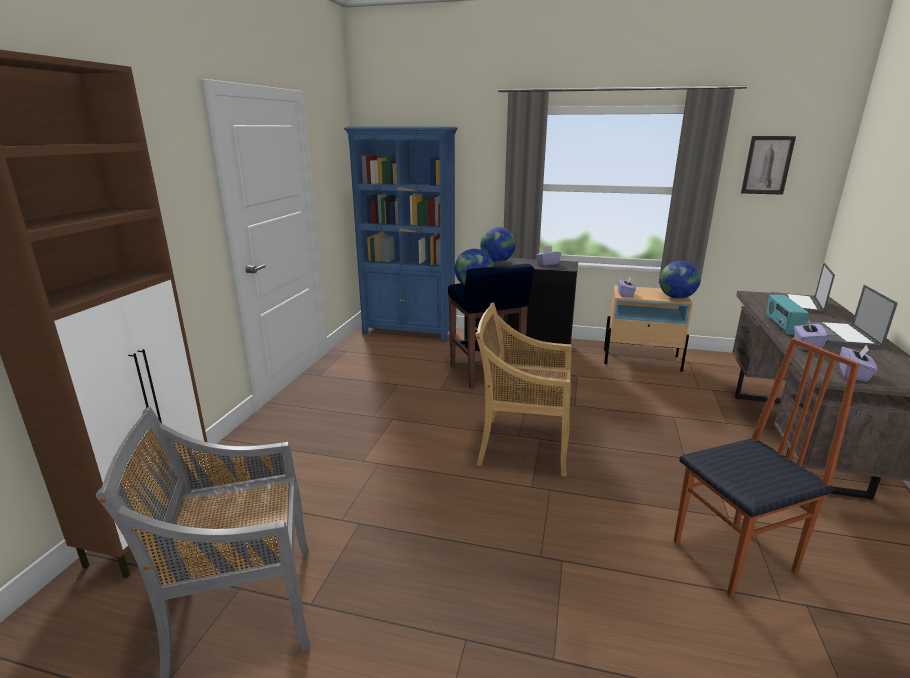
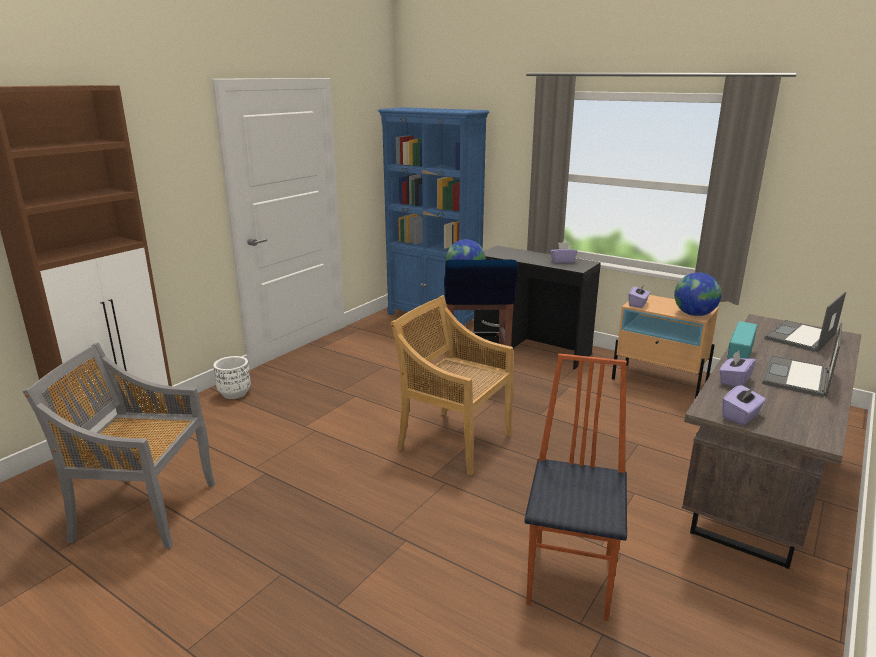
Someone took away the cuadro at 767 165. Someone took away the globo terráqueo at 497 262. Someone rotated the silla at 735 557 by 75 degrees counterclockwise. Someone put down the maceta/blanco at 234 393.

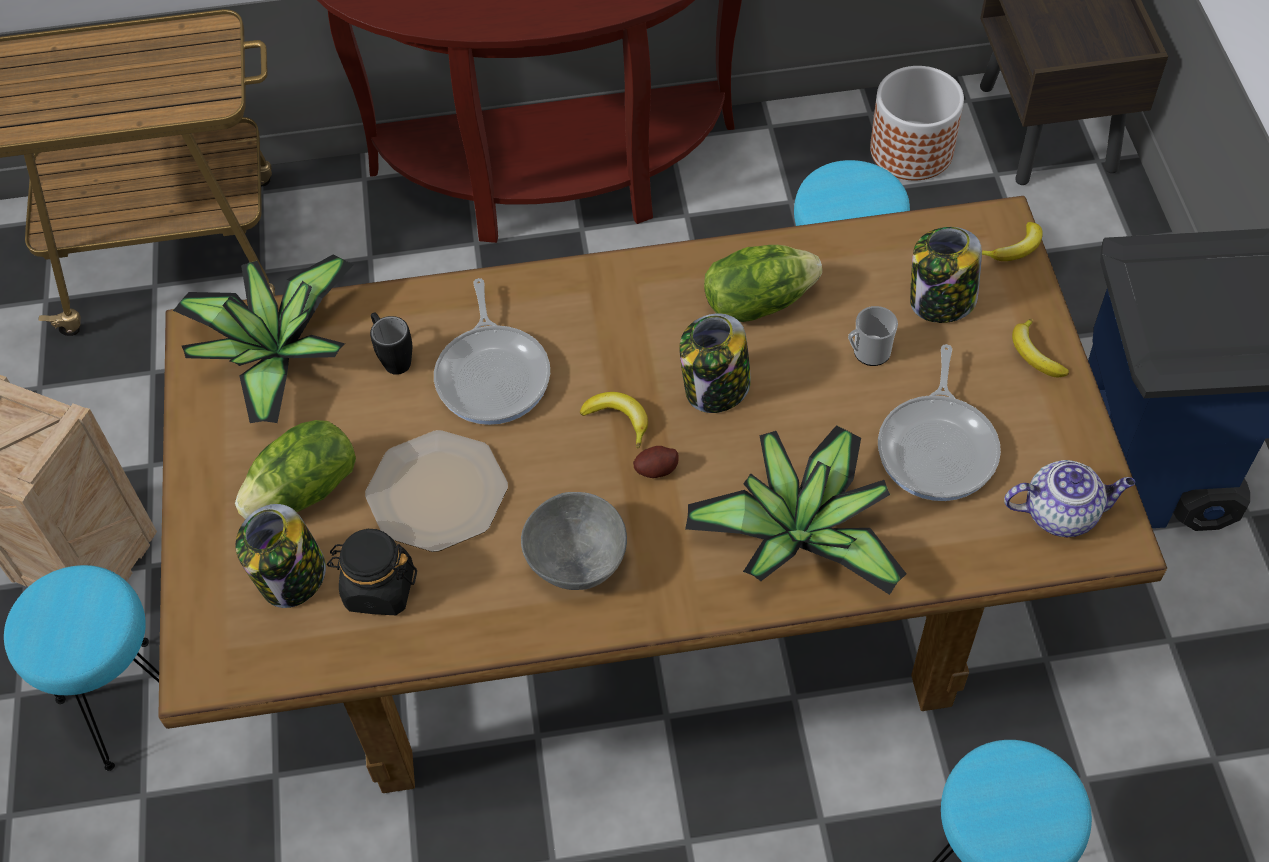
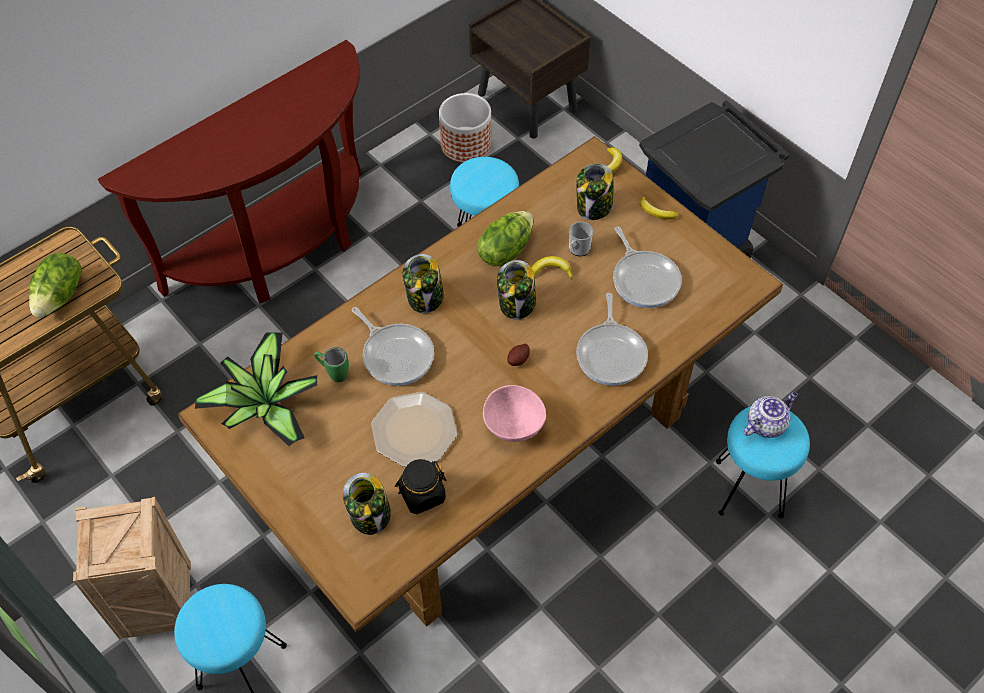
Someone repainted the taza grande/negro at 393 357, which became the taza grande/verde at 333 373. Someone carried the plátano from 618 420 to 551 271. Someone carried the lechuga from 305 491 to 61 296. Someone swapped the planta en maceta at 801 533 for the sartén at 611 354. Someone carried the tetera from 1062 513 to 766 424. Someone repainted the cuenco/gris at 576 563, which became the cuenco/rosa at 514 427. Someone put down the tarro at 425 298.

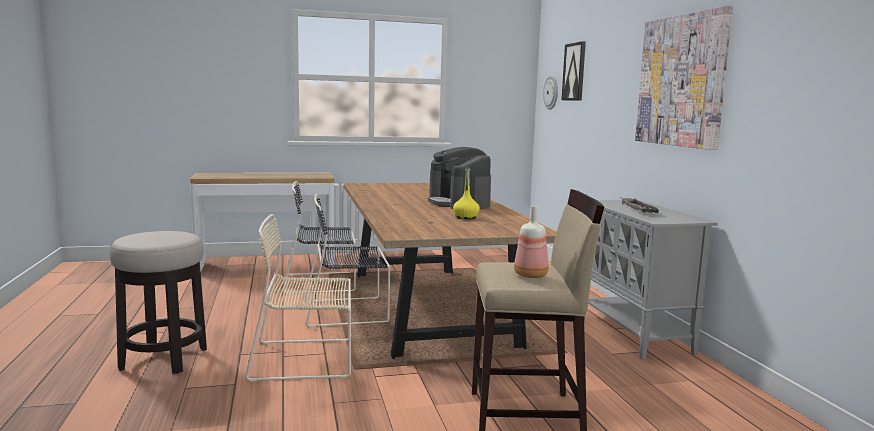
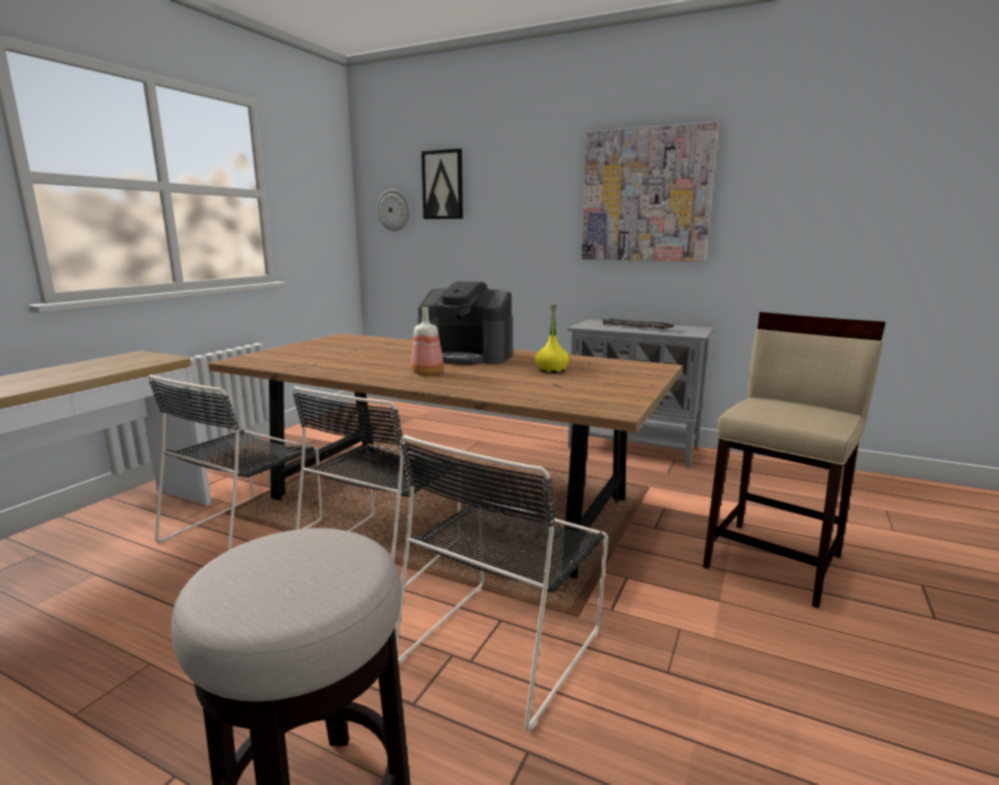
Someone carried the botella from 531 275 to 427 373. Someone repainted the silla/beis at 307 359, which became the silla/negro at 504 642.

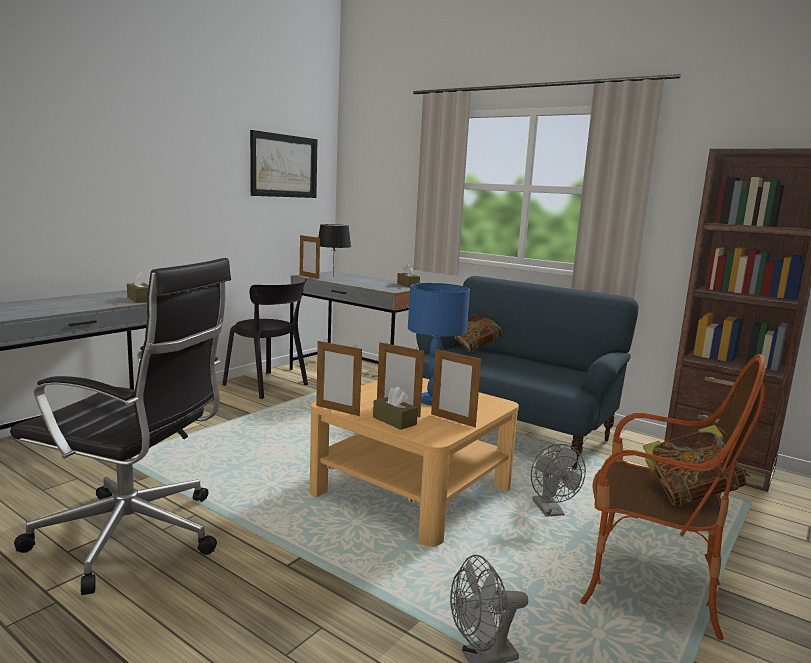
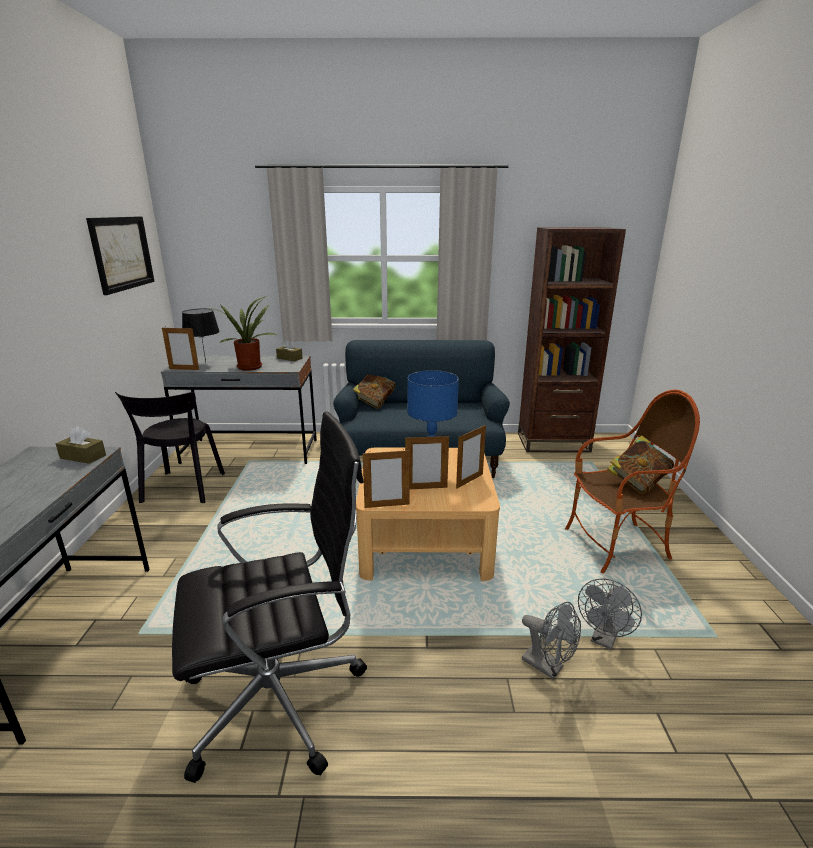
Someone rotated the silla/negro at 268 386 by 90 degrees clockwise. Someone rotated the portarretratos at 452 420 by 45 degrees counterclockwise. Someone took away the caja de pañuelos/marrón at 394 421. Someone carried the ventilador/gris from 551 512 to 548 667. Someone put down the planta en maceta at 250 366.

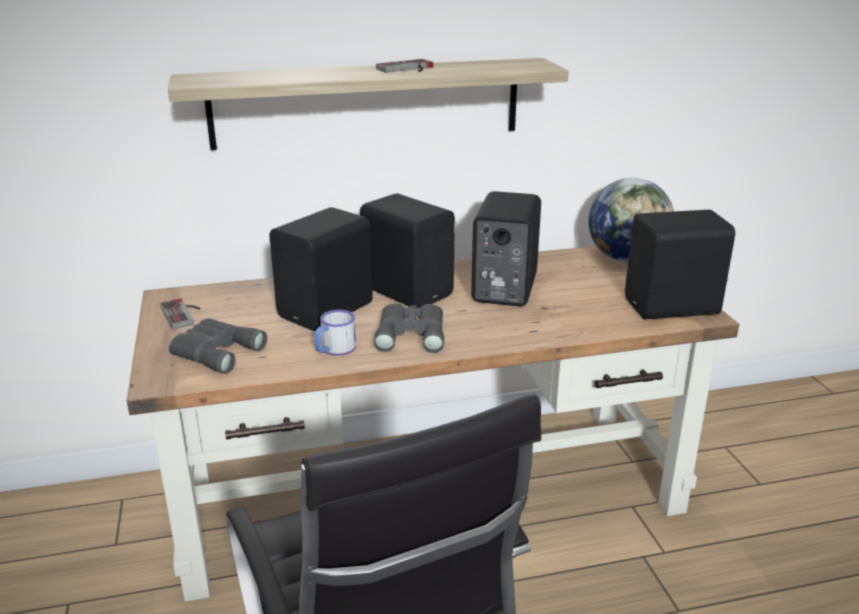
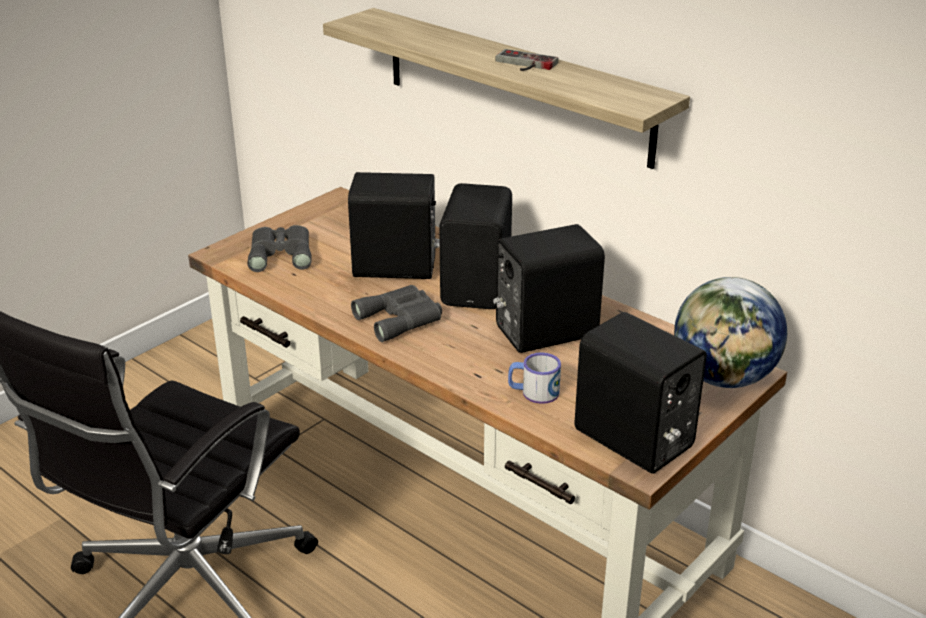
Someone took away the mando de consola at 183 314. Someone carried the taza grande from 334 349 to 533 392.

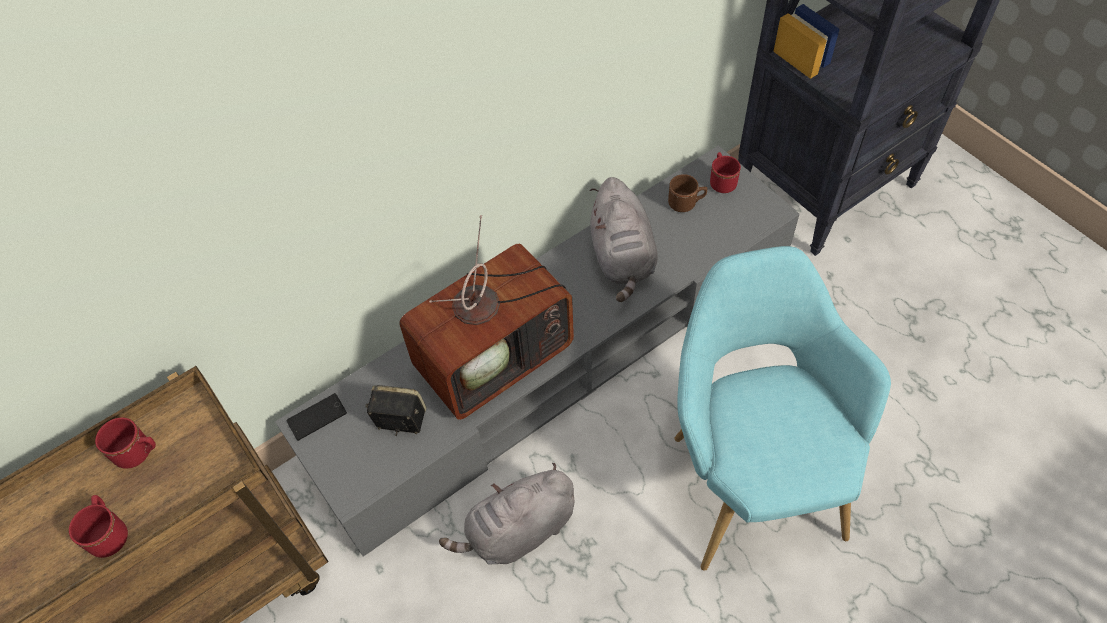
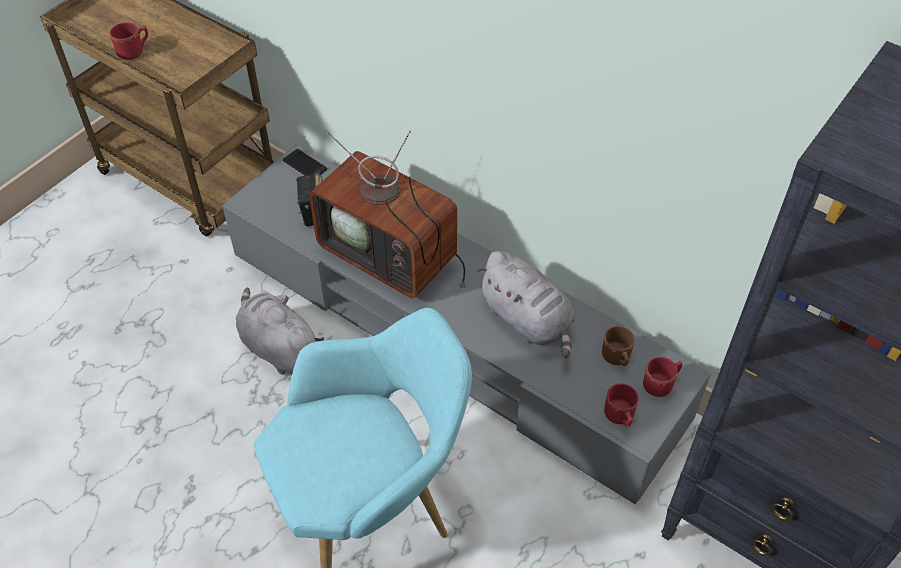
Someone rotated the peluche/gris at 622 257 by 105 degrees counterclockwise. Someone carried the taza grande/rojo from 139 453 to 620 417.

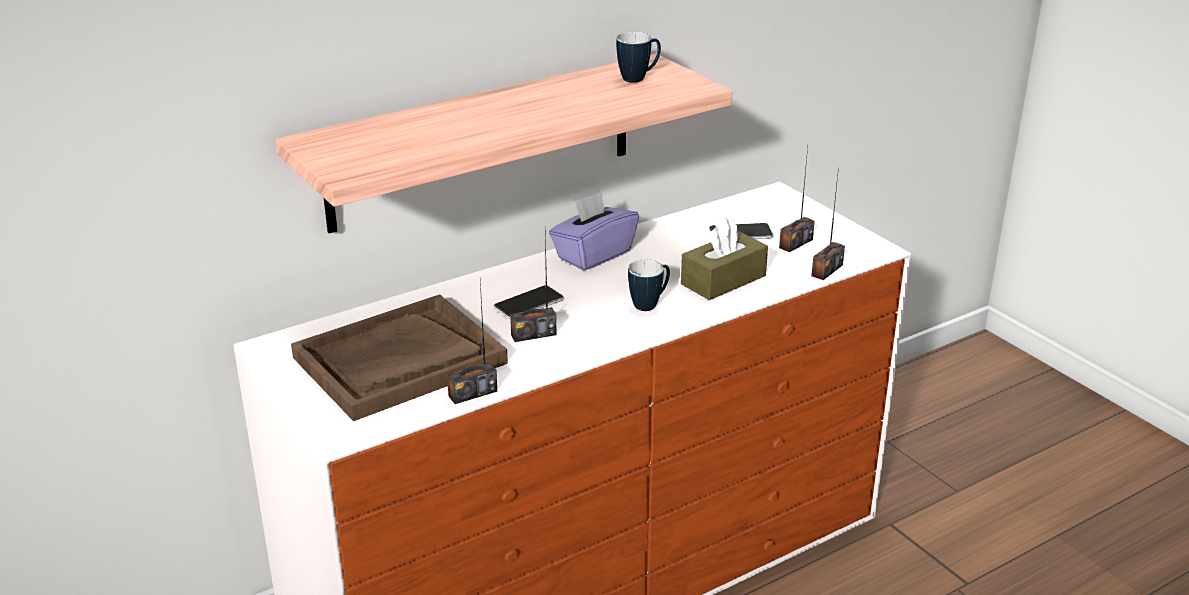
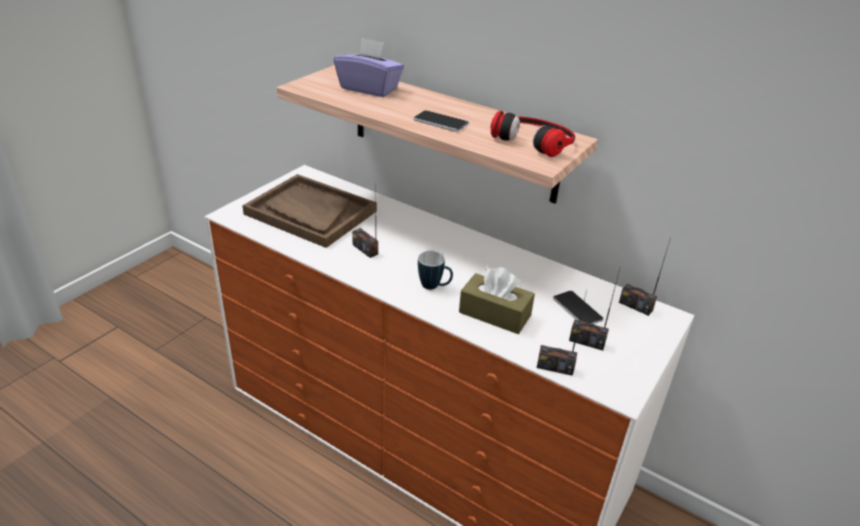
Someone swapped the taza grande at 639 78 for the auriculares at 535 139. Someone carried the caja de pañuelos/morado from 593 255 to 369 88. Someone carried the radio from 472 393 to 635 306. Someone carried the móvil from 529 304 to 440 122.

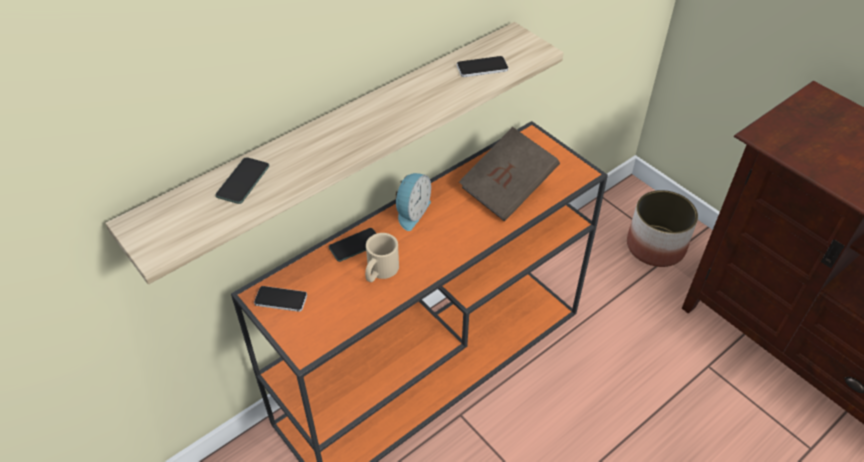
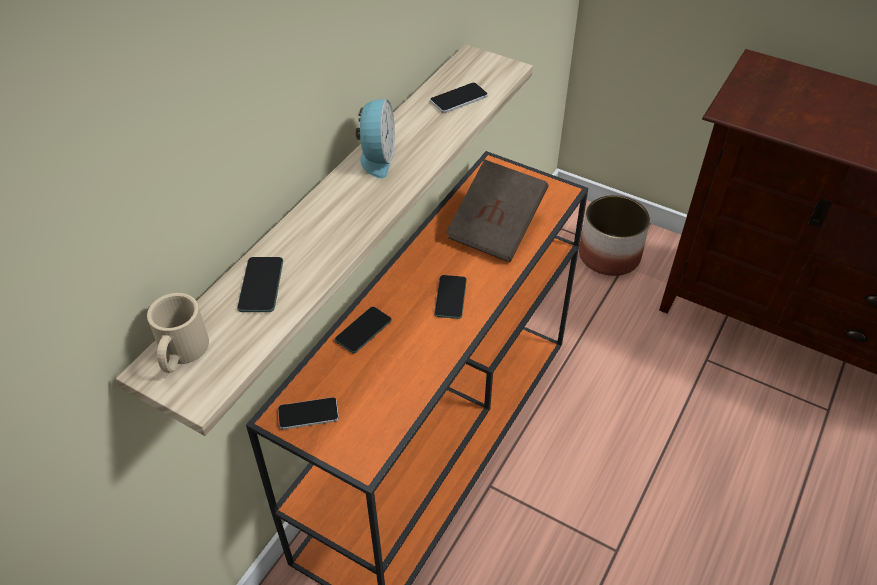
Someone carried the despertador from 411 212 to 376 157. Someone carried the taza grande/beis from 379 272 to 181 354. Someone put down the móvil at 450 297.

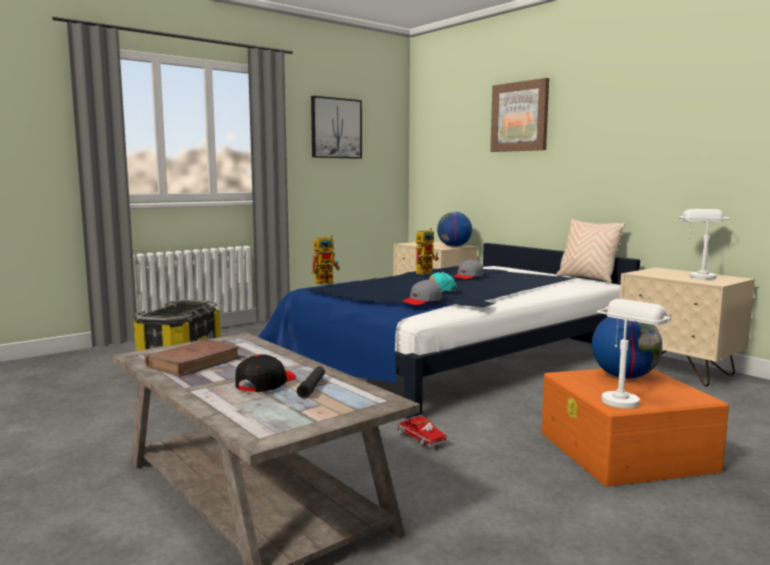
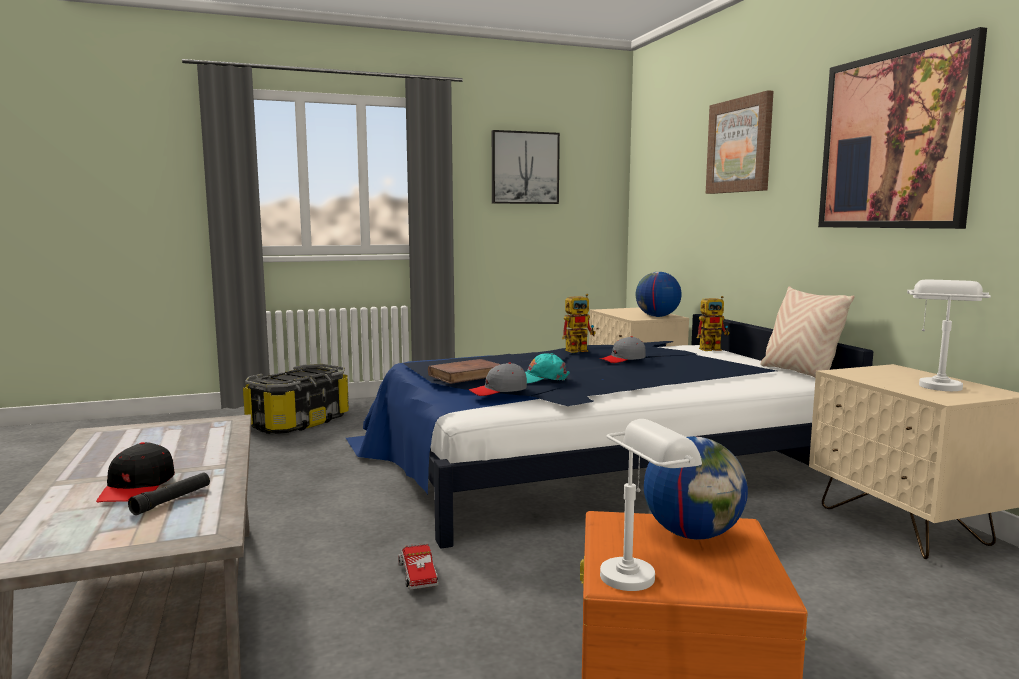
Someone carried the robot de juguete from 327 282 to 713 349. Someone carried the libro/marrón from 194 362 to 466 375. Someone rotated the gorra/negro at 265 384 by 135 degrees clockwise. Someone put up the cuadro at 894 140.

